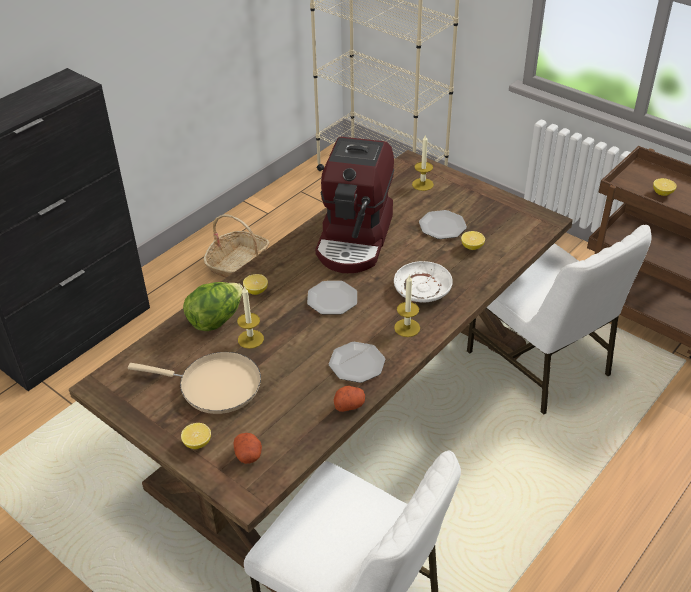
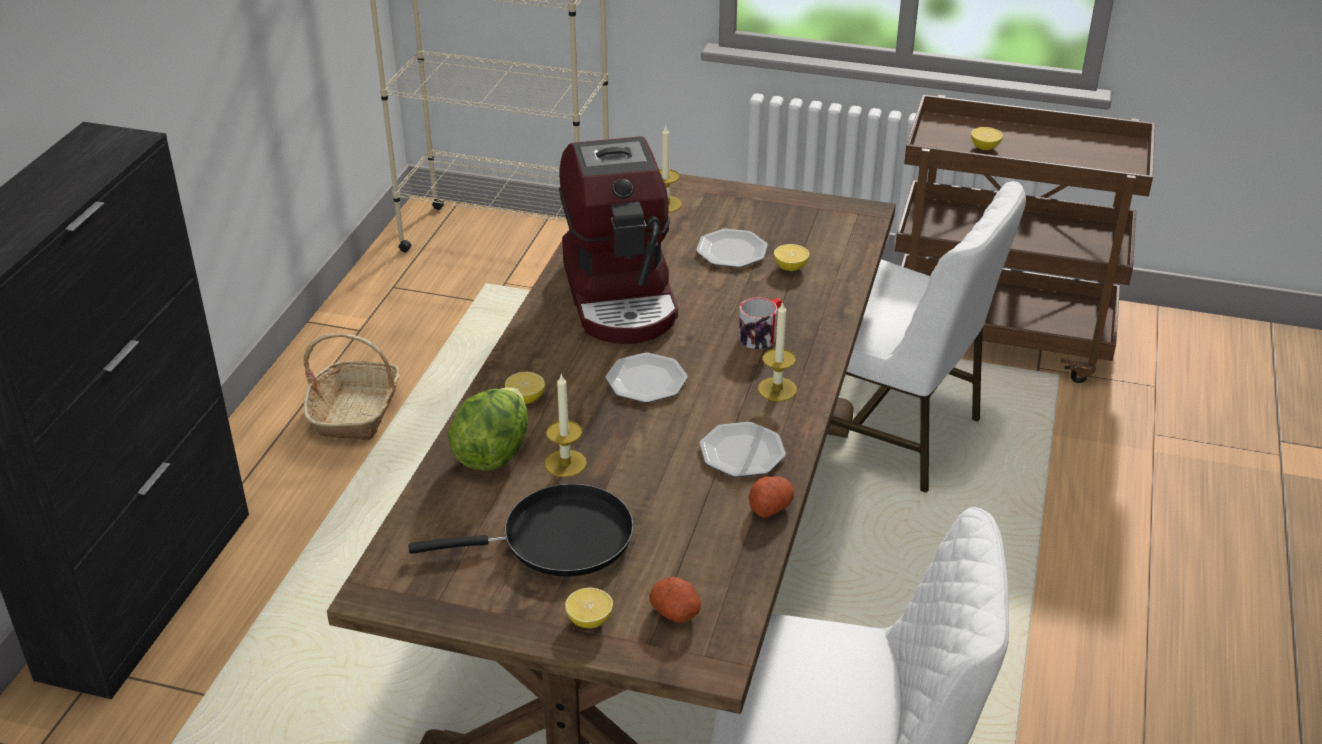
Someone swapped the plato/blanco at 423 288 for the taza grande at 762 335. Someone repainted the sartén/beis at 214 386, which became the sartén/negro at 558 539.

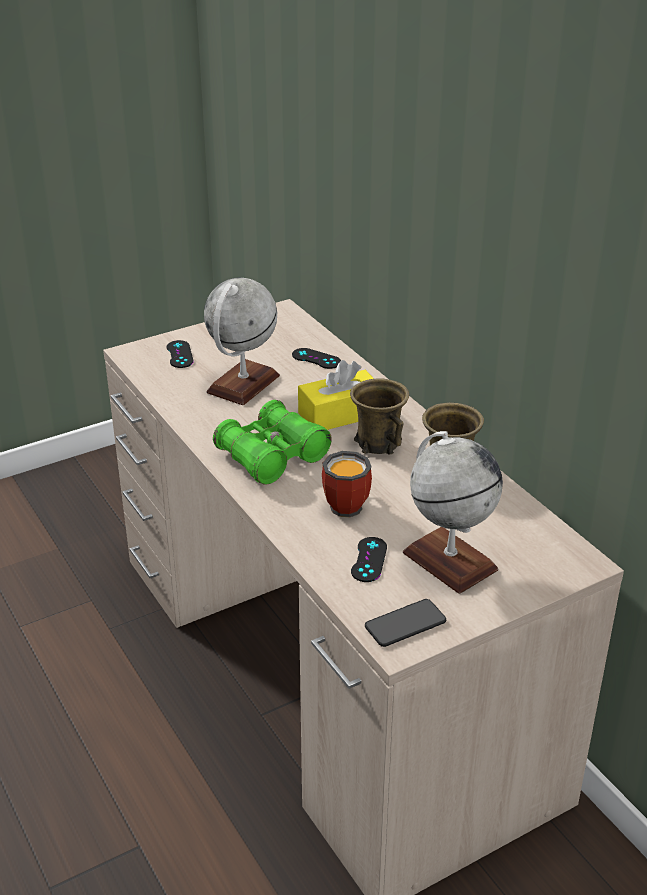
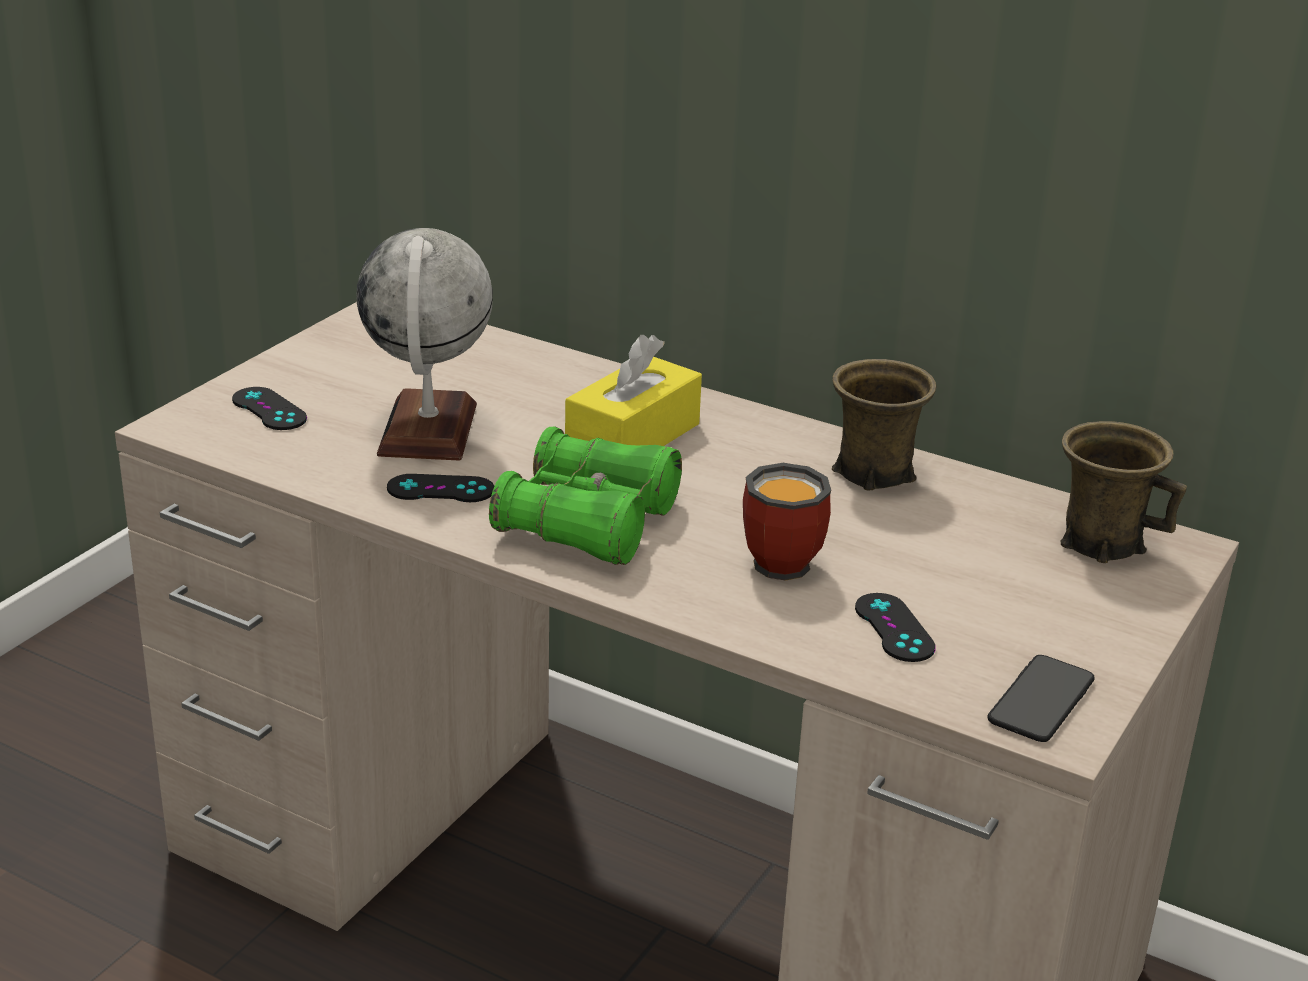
Someone carried the mando de consola/negro from 316 359 to 440 489. Someone carried the taza grande/marrón from 378 443 to 1101 541. Someone took away the globo terráqueo at 449 561.

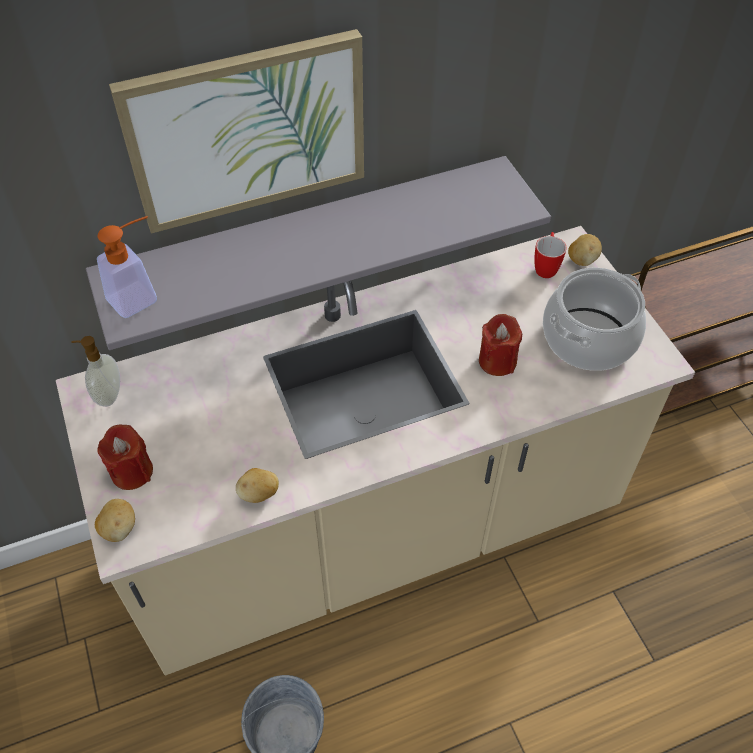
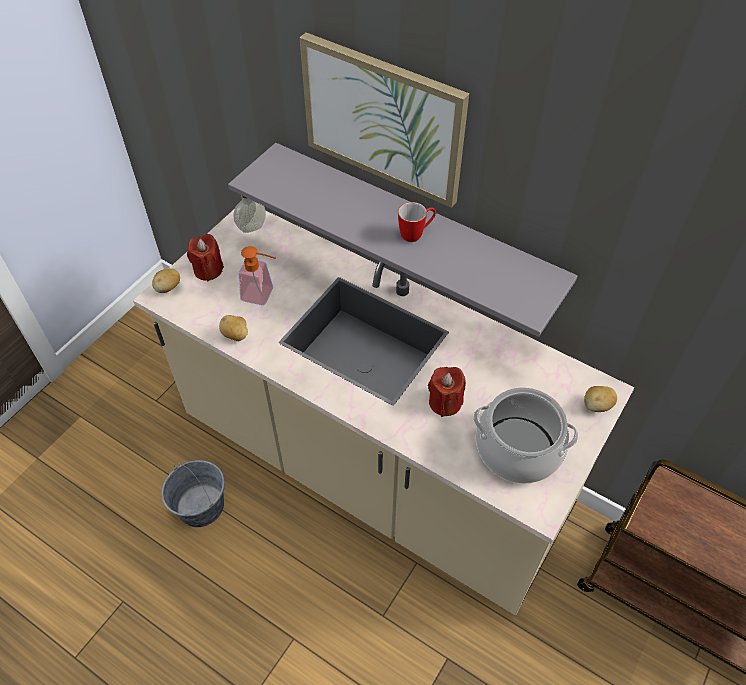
Someone carried the dispensador de jabón from 140 296 to 263 295. Someone carried the taza grande from 546 267 to 416 234.

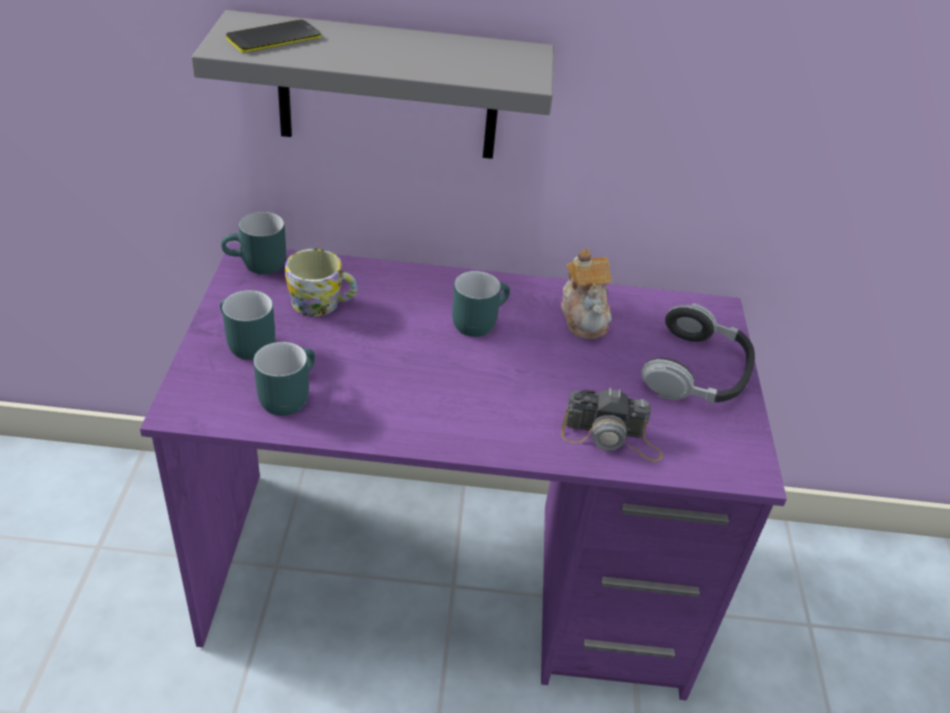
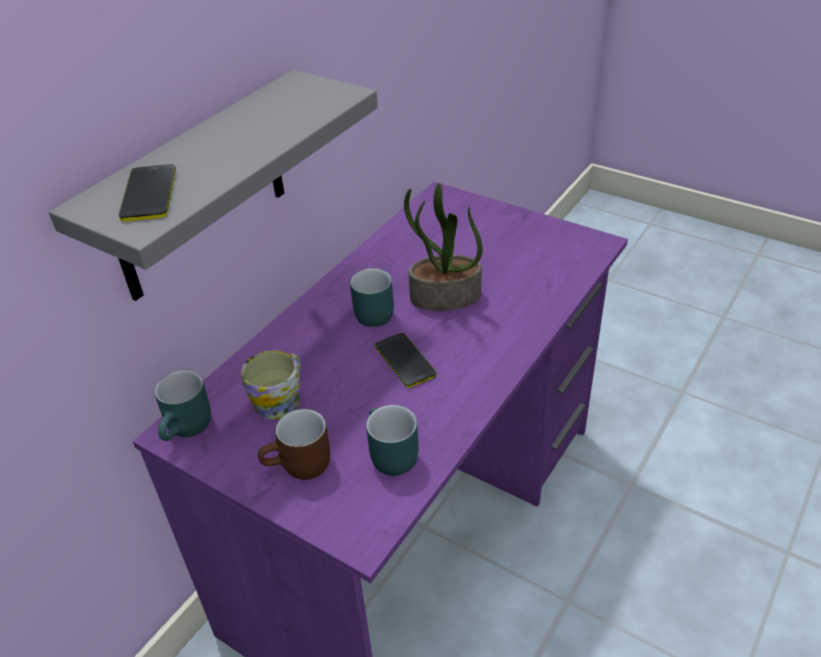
Someone took away the tetera at 584 316. Someone repainted the taza grande/turquesa at 244 344, which became the taza grande/marrón at 300 468. Someone took away the auriculares at 697 371. Someone took away the cámara at 611 438. Someone put down the planta en maceta at 444 297. Someone put down the móvil at 405 360.

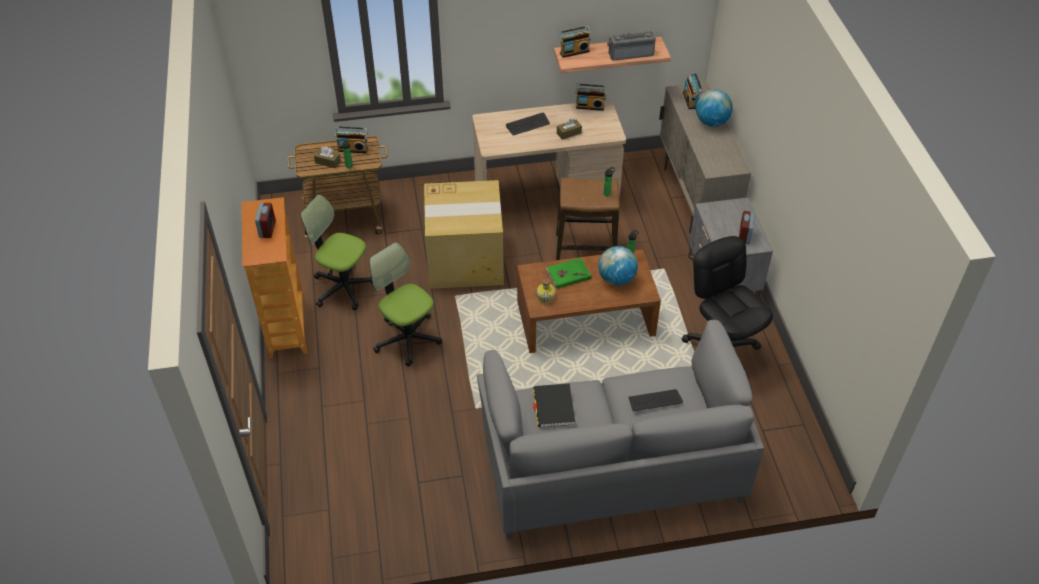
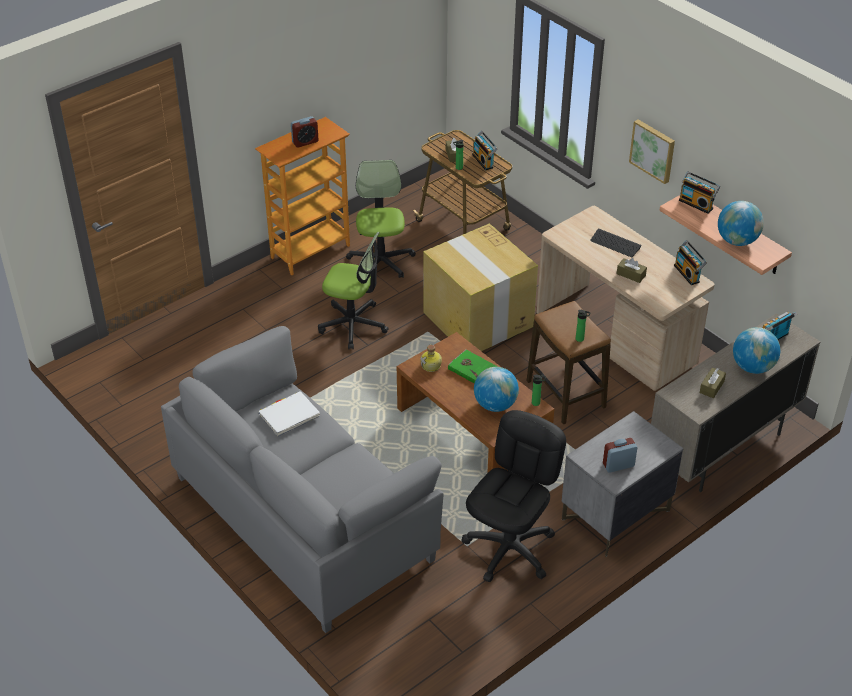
Someone swapped the radio at 630 53 for the globo terráqueo at 737 241. Someone rotated the silla de oficina at 408 338 by 90 degrees clockwise. Someone repainted the libro/negro at 553 407, which became the libro/blanco at 289 416. Someone took away the teclado at 655 401. Someone put up the cuadro at 653 150. Someone put down the caja de pañuelos/marrón at 711 387.

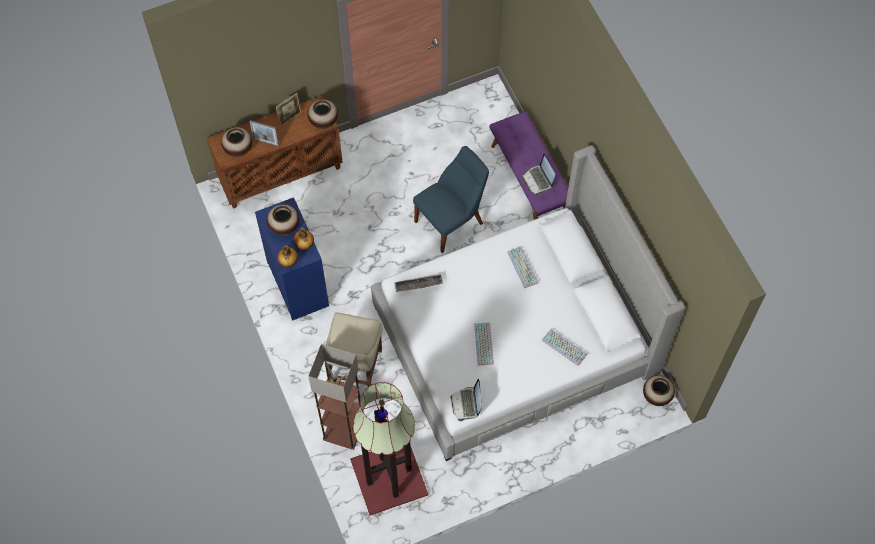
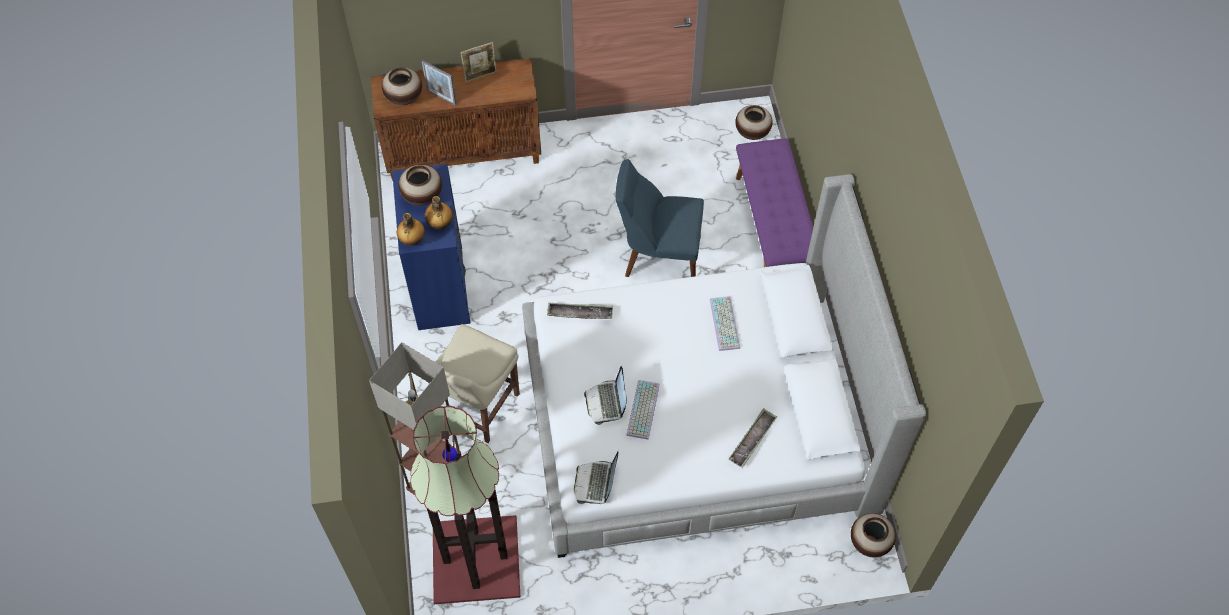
Someone carried the florero from 323 121 to 752 133. Someone rotated the silla/azul at 451 221 by 150 degrees counterclockwise. Someone carried the portátil from 538 180 to 606 402. Someone swapped the teclado at 565 347 for the bandeja at 752 440.

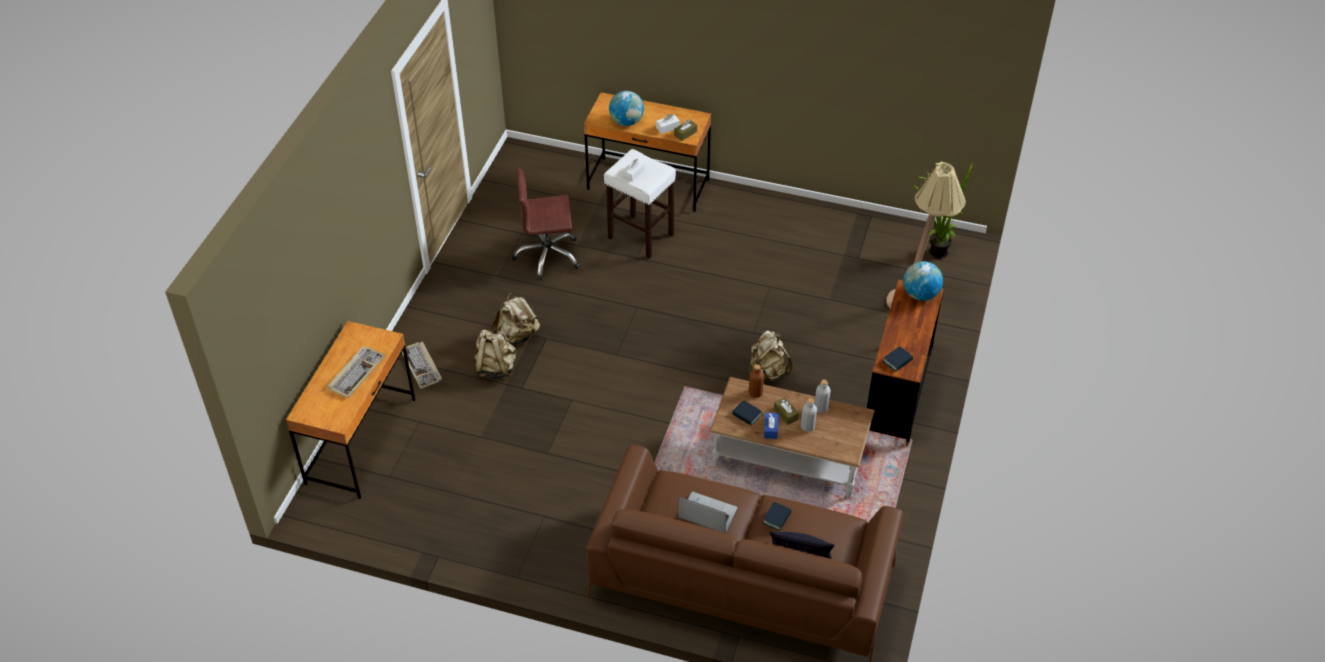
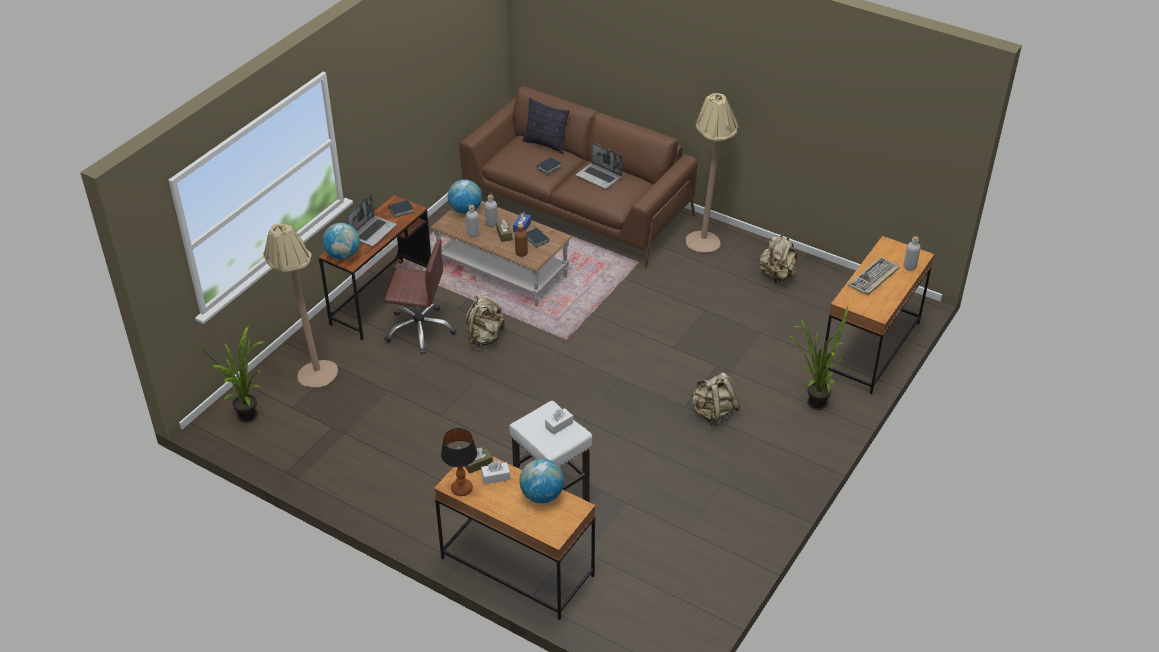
Someone carried the silla de oficina/marrón from 547 256 to 420 330. Someone carried the mochila/beis from 496 368 to 777 276. Someone swapped the teclado at 422 366 for the planta en maceta at 812 402. Someone put down the lámpara de pie/beis at 707 238. Someone put down the globo terráqueo at 465 210. Someone put down the portátil at 373 231. Someone put down the botella/gris at 909 267. Someone put down the lámpara de mesa at 462 489.

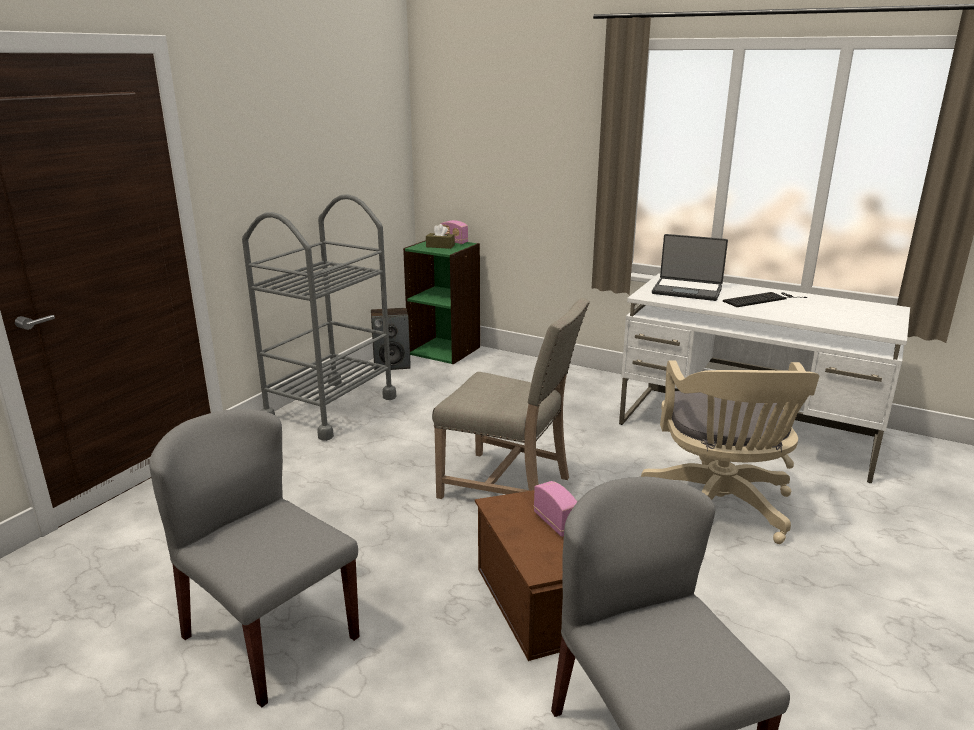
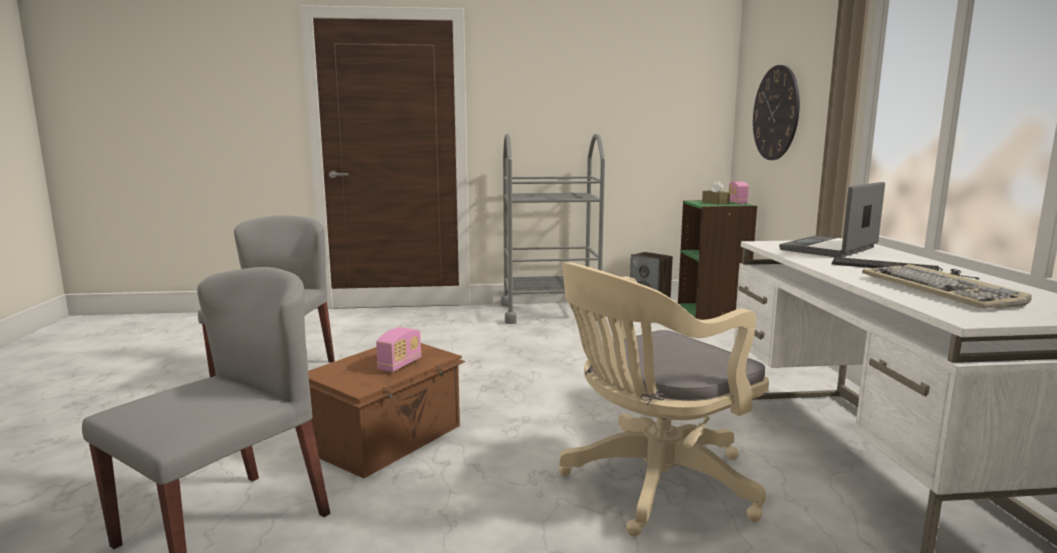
Someone rotated the portátil at 687 290 by 60 degrees clockwise. Someone took away the silla/beis at 509 486. Someone put up the reloj de pared at 776 113. Someone put down the teclado at 941 291.

